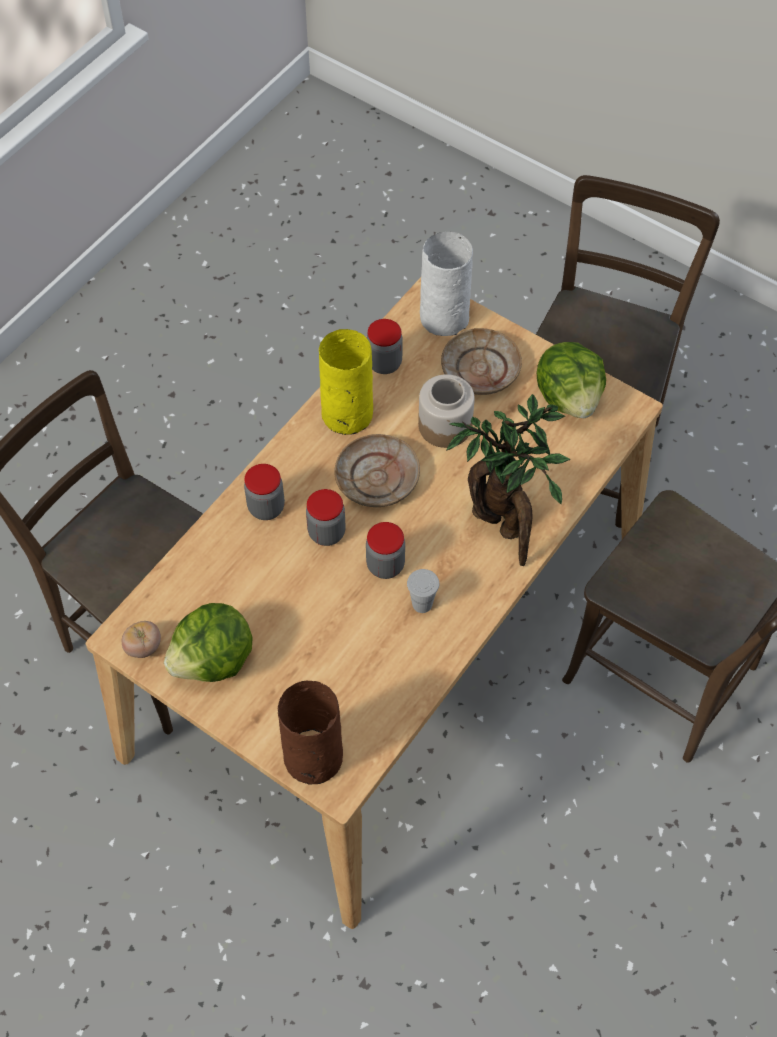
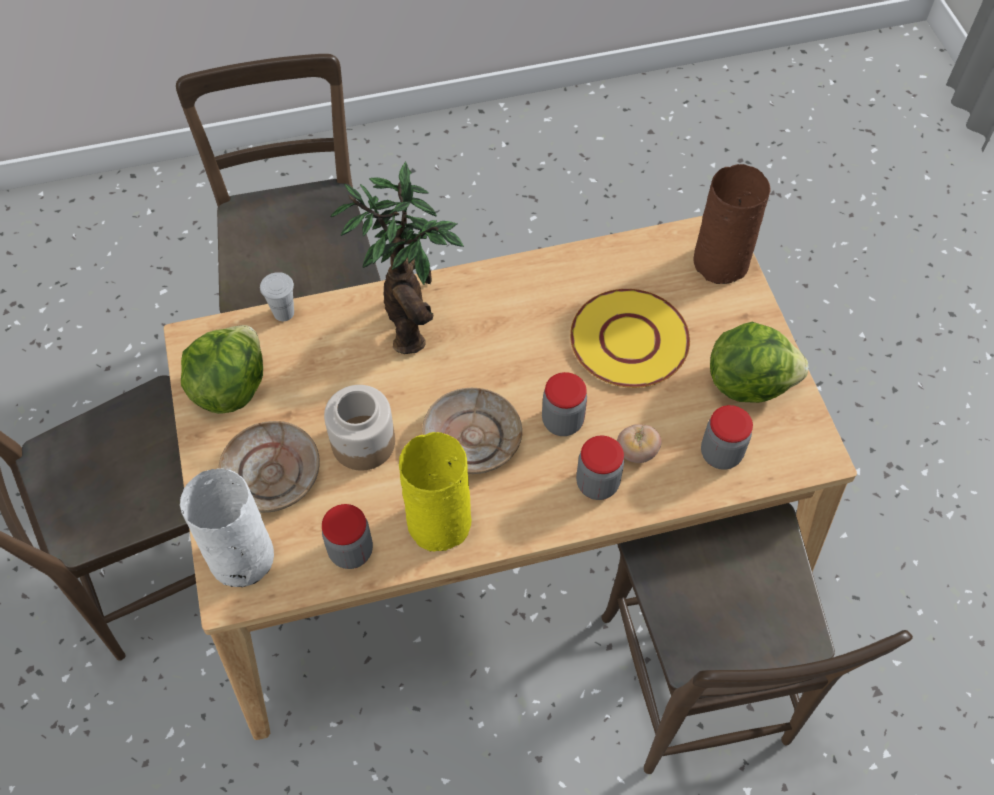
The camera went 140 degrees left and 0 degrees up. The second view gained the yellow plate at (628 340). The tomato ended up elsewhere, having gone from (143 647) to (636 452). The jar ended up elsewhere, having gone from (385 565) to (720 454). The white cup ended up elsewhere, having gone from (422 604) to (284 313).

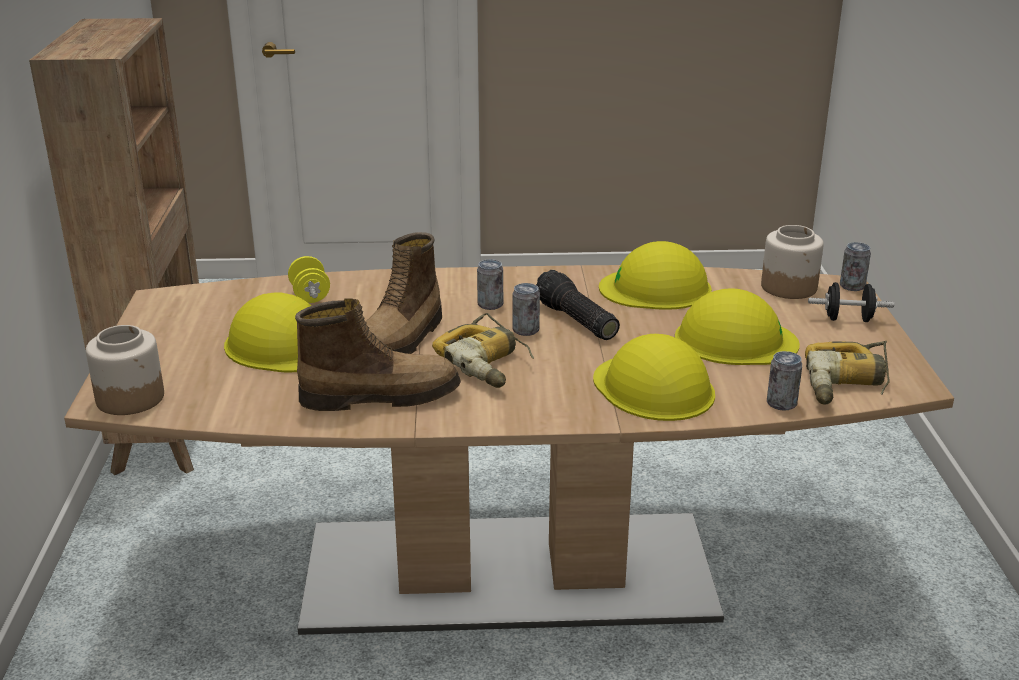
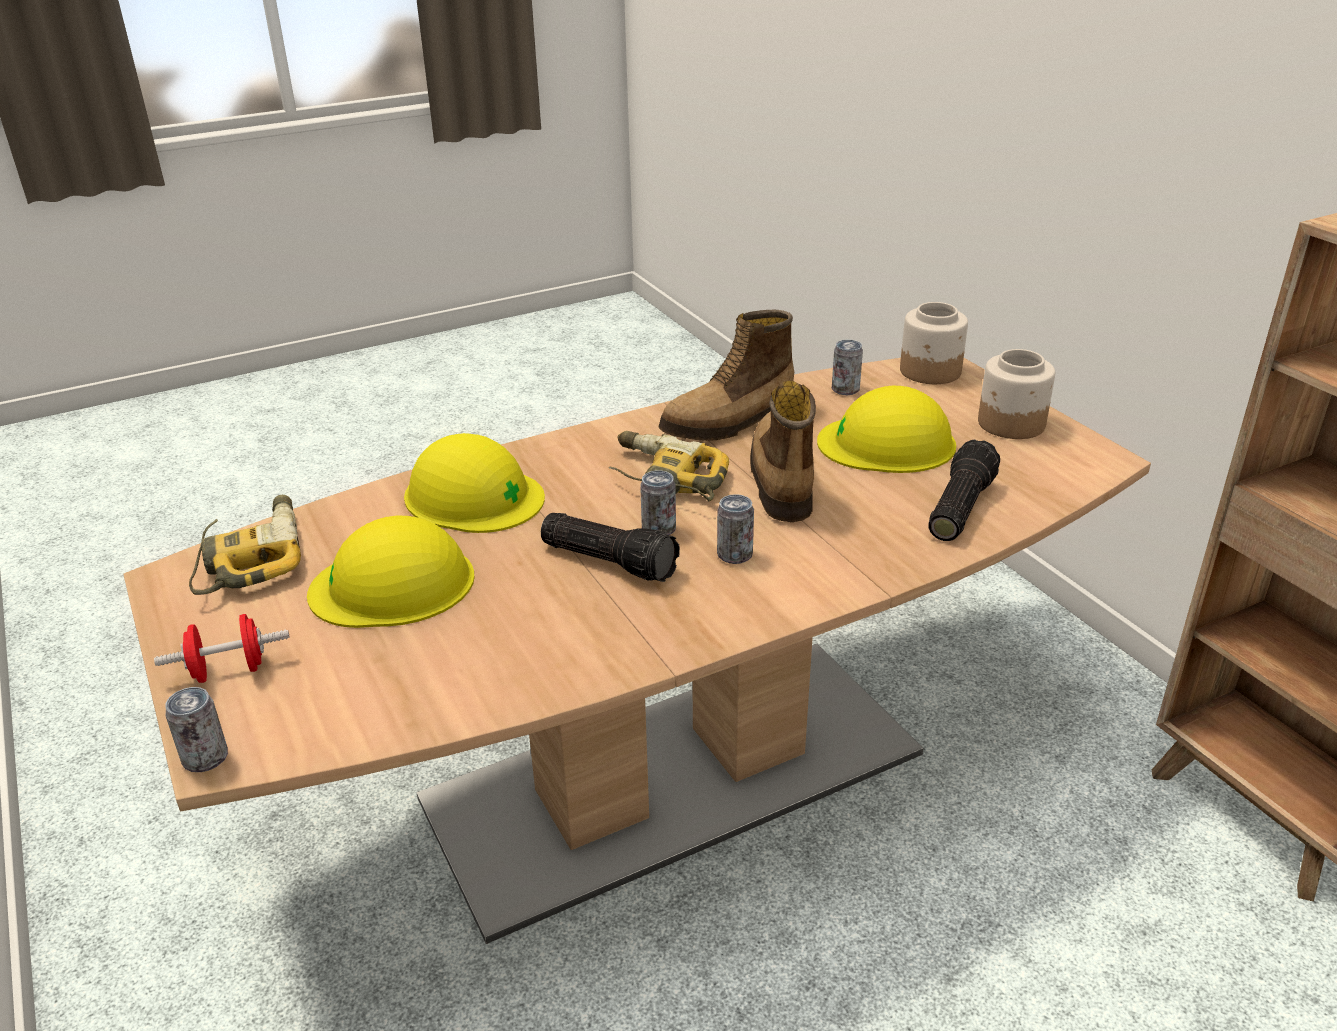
The camera went 155 degrees right and 5 degrees up. The second view lost the yellow hard hat at (656 289). The jar ended up elsewhere, having gone from (789 287) to (1011 424). The can ended up elsewhere, having gone from (781 403) to (845 389). Where the yellow dumbbell stood at (310 296), the flashlight came to stand at (957 507). What was the black dumbbell at (848 319) turned into the red dumbbell at (229 670).

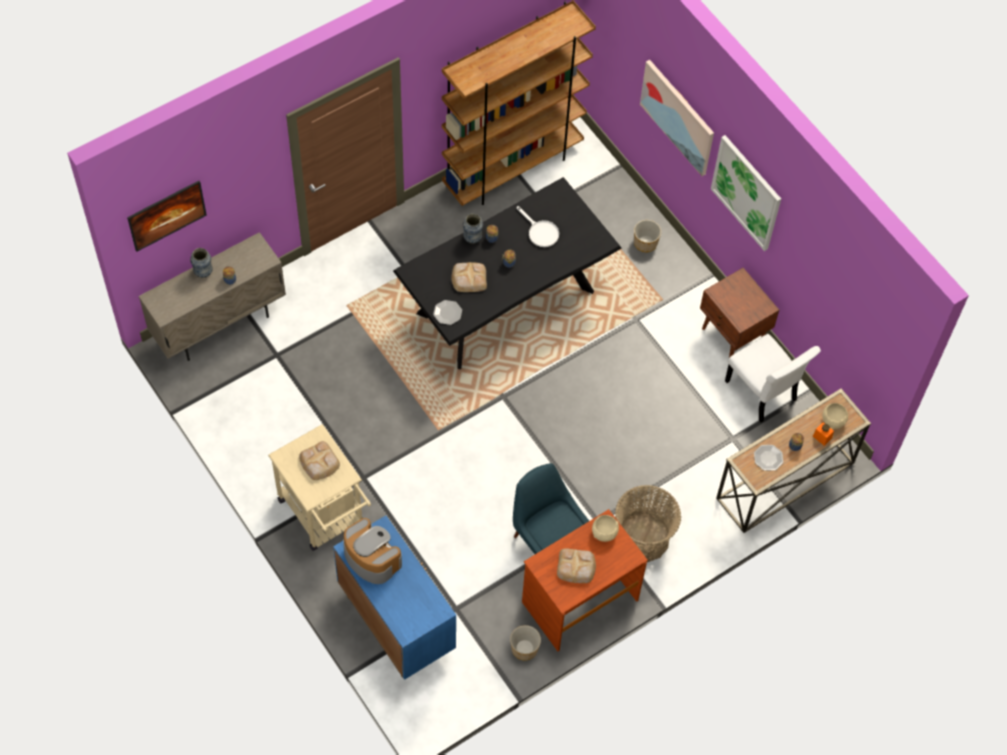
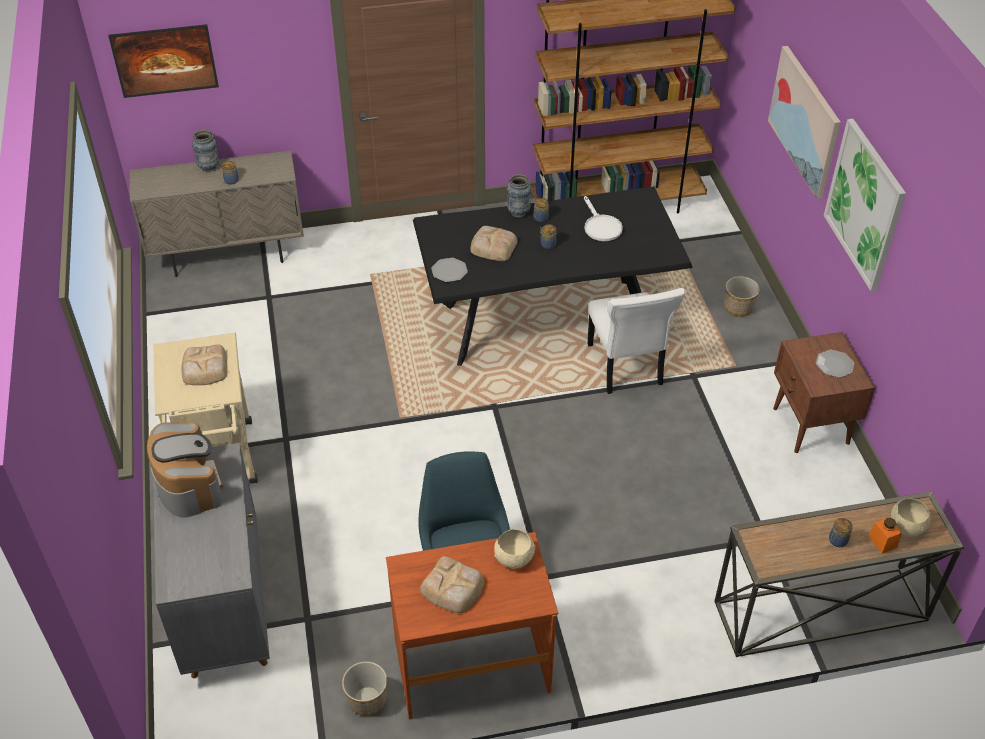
The camera went 25 degrees right and 15 degrees down. The second view lost the basket at (643 537). The white chair ended up elsewhere, having gone from (762 393) to (625 367). The plate ended up elsewhere, having gone from (768 458) to (834 364). What was the blue cabinet at (396 622) turned into the grey cabinet at (225 608).

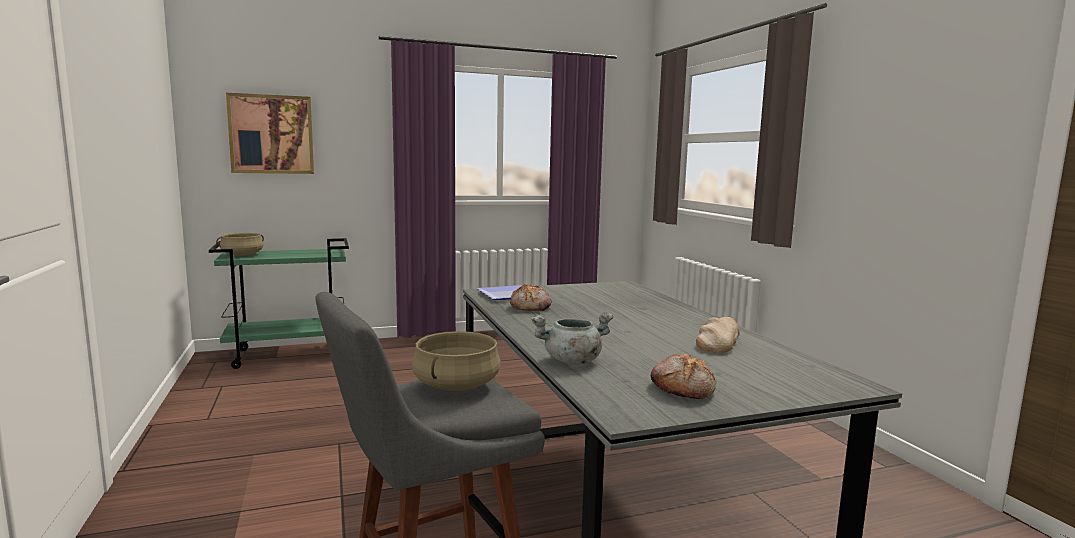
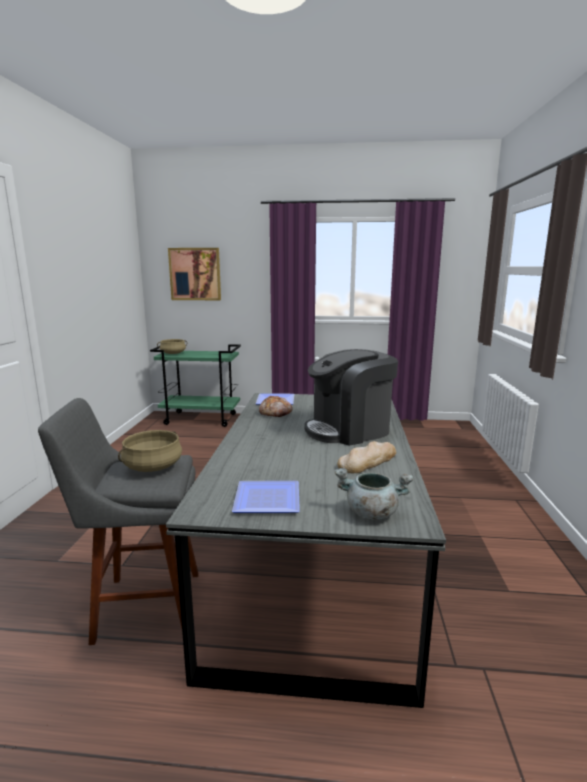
The camera went 25 degrees right and 5 degrees up. The second view gained the coffee machine at (349 430). The grey cooking pot ended up elsewhere, having gone from (572 361) to (371 513). Where the bread stood at (683 389), the plate came to stand at (269 498).

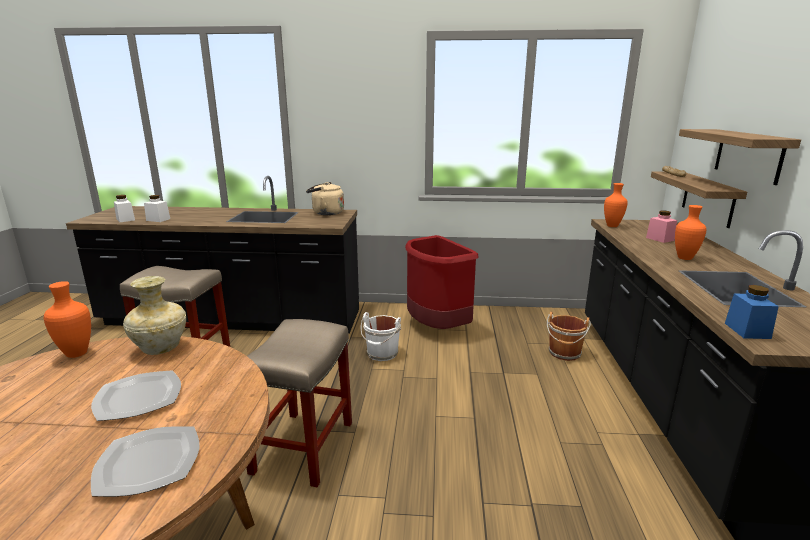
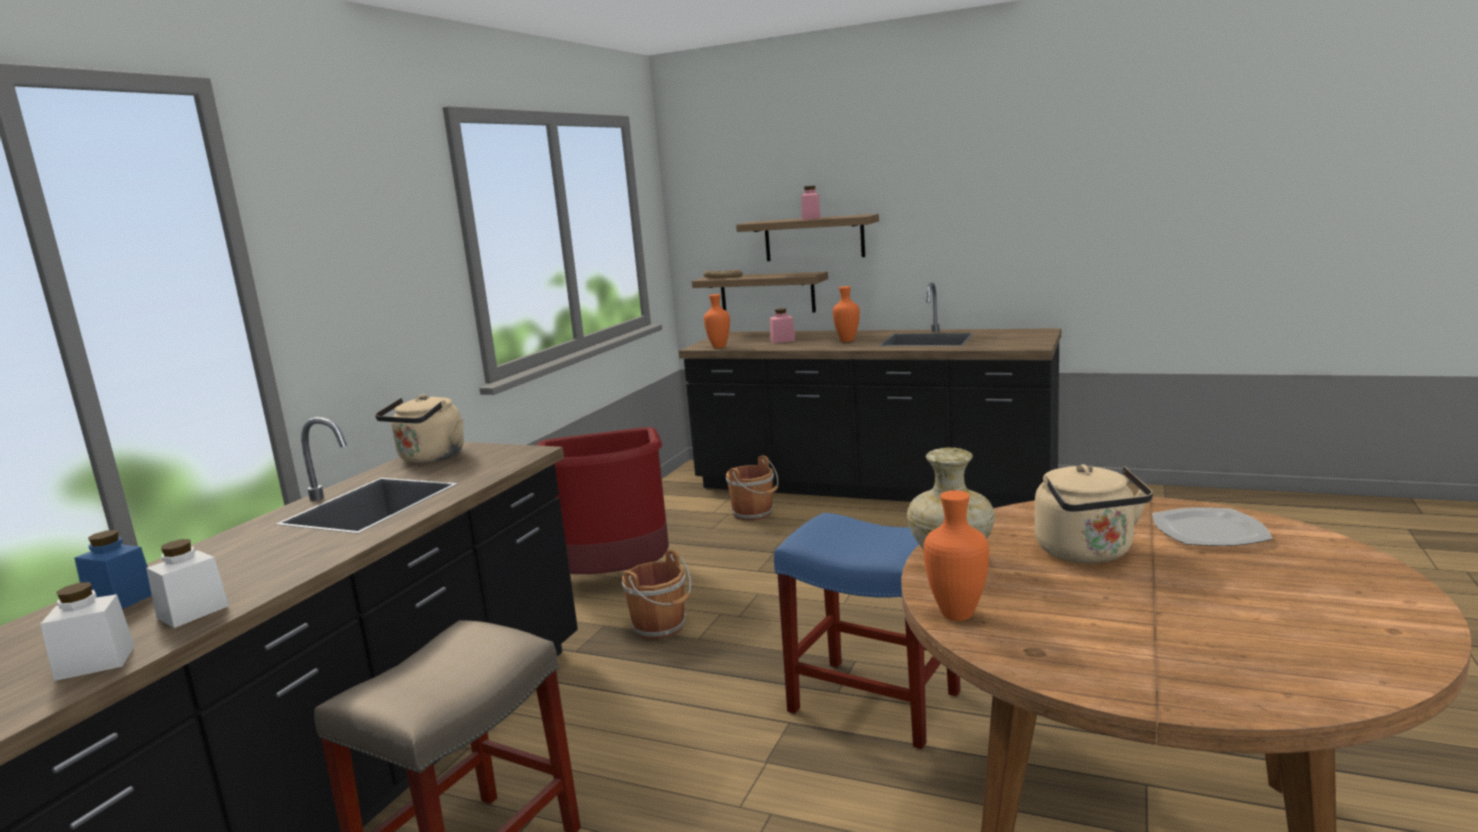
The camera went 70 degrees left and 5 degrees down. The second view gained the pink jar at (811 218). The blue jar ended up elsewhere, having gone from (747 331) to (121 599). Where the plate stood at (137 397), the beige kettle came to stand at (1088 553). What was the beige stool at (303 446) turned into the blue stool at (871 701). What was the white bucket at (382 354) turned into the brown bucket at (661 627).

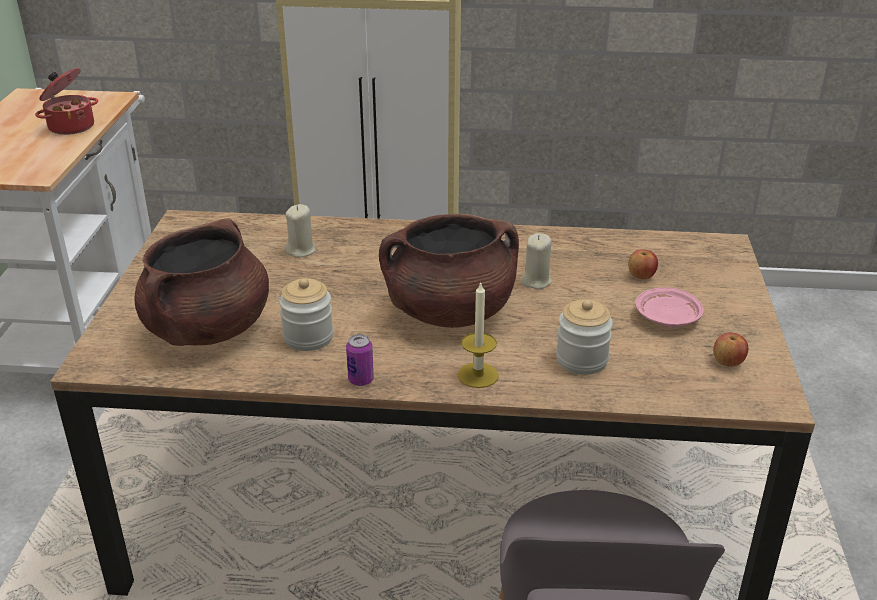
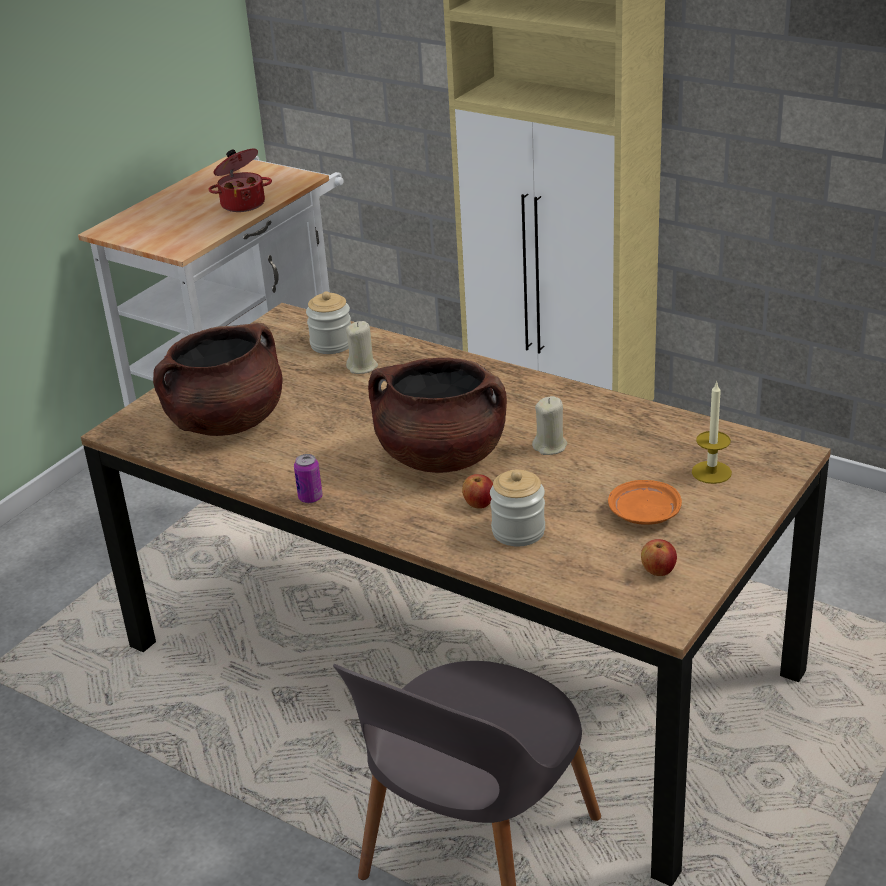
The camera went 30 degrees right and 0 degrees up. The jar ended up elsewhere, having gone from (308 337) to (331 344). The candle ended up elsewhere, having gone from (478 375) to (711 472). The apple ended up elsewhere, having gone from (641 276) to (479 504). What was the pink plate at (667 318) turned into the orange plate at (644 513).

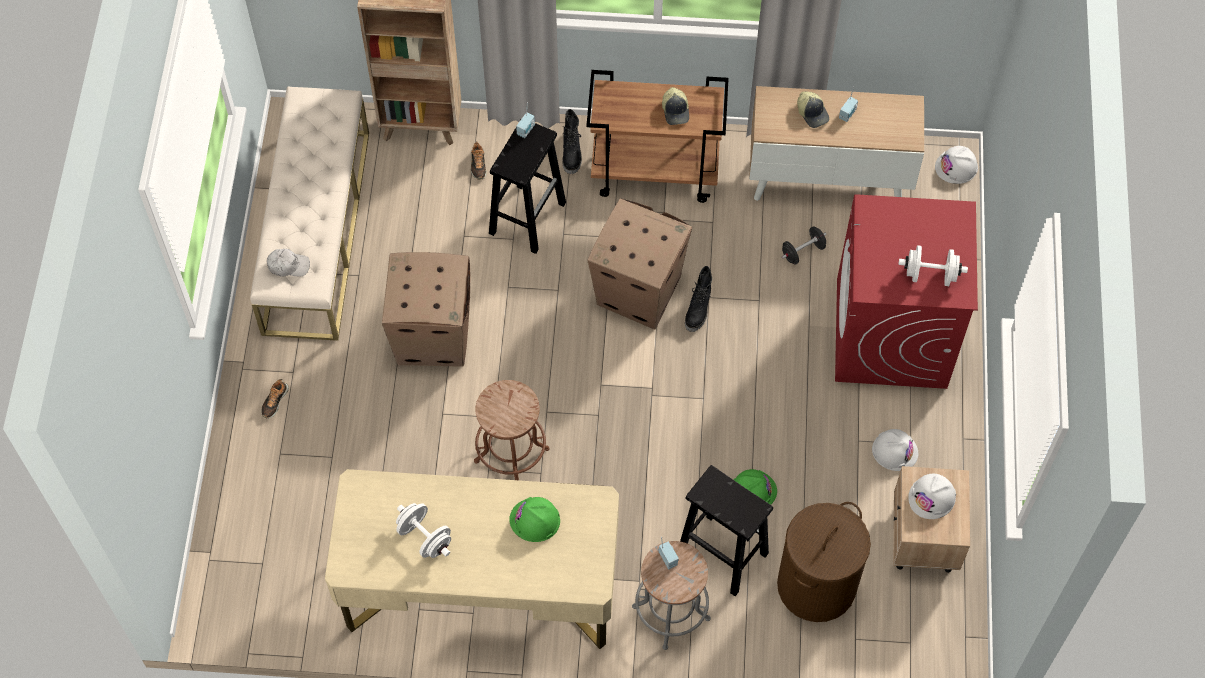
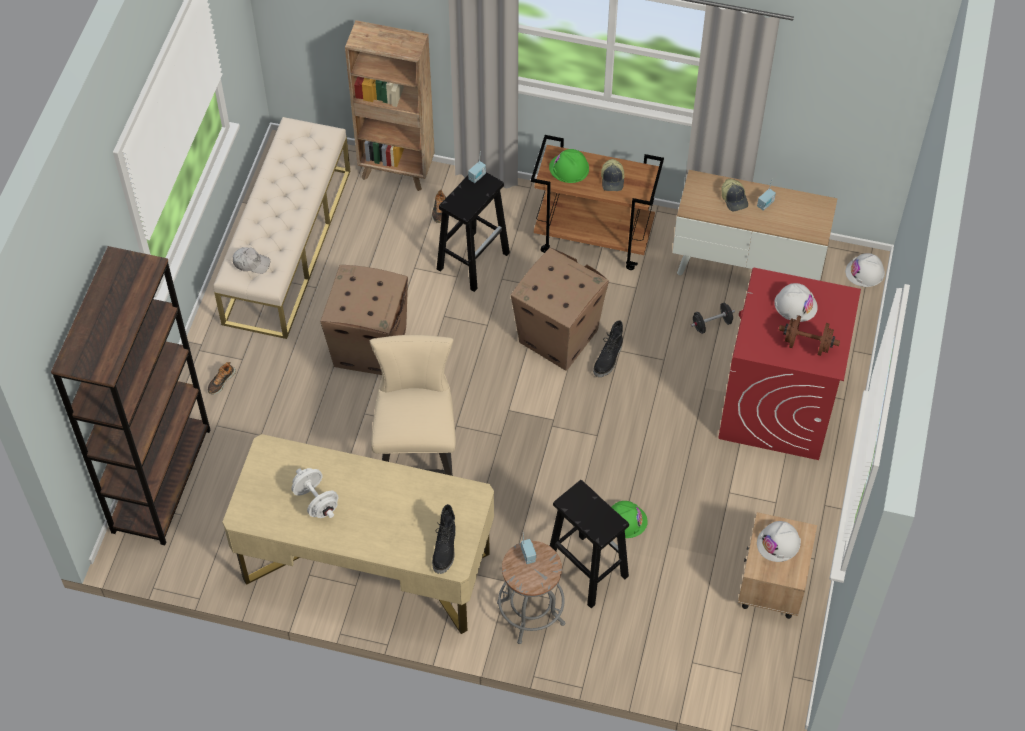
The camera went 10 degrees right and 5 degrees down. The second view lost the brown laundry basket at (816 585). The second view gained the brown bookcase at (161 480). The green hard hat ended up elsewhere, having gone from (534 520) to (569 168). The black boot ended up elsewhere, having gone from (572 153) to (445 549). The white hard hat ended up elsewhere, having gone from (894 451) to (795 305). Where the brown stool stood at (511 455), the beige chair came to stand at (417 457). What was the white dumbbell at (930 275) turned into the brown dumbbell at (807 344).

